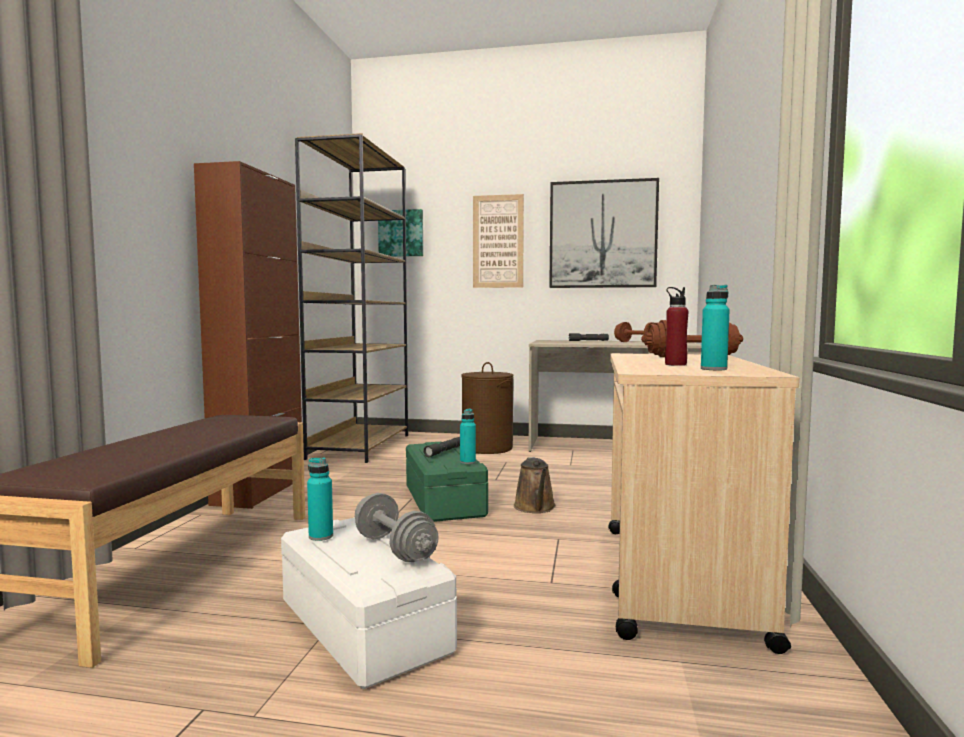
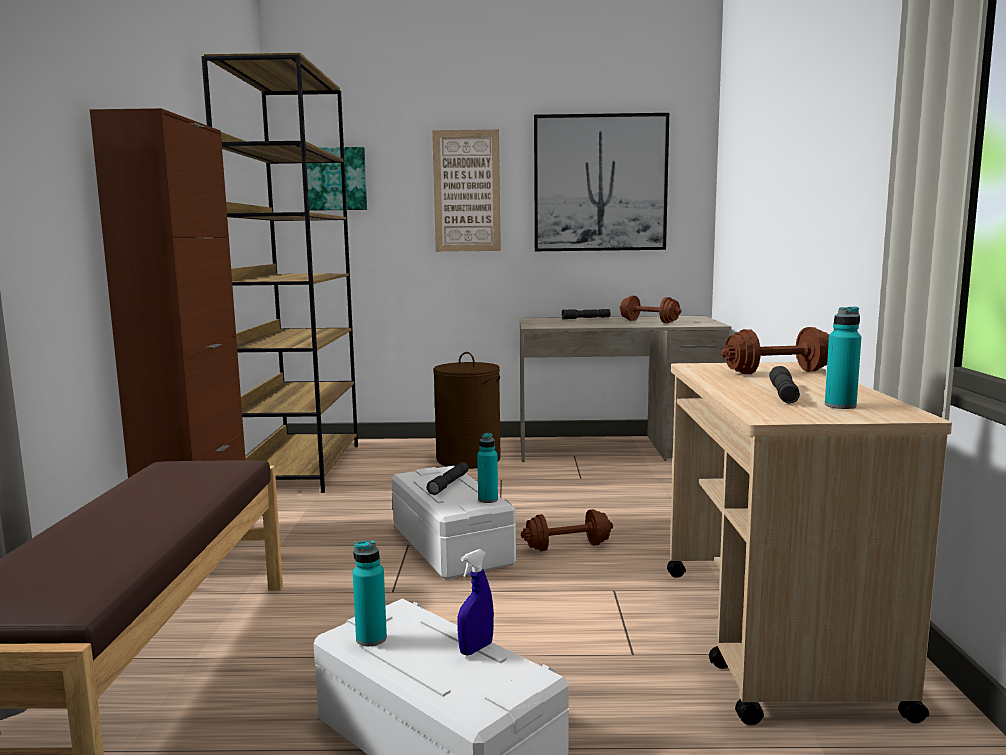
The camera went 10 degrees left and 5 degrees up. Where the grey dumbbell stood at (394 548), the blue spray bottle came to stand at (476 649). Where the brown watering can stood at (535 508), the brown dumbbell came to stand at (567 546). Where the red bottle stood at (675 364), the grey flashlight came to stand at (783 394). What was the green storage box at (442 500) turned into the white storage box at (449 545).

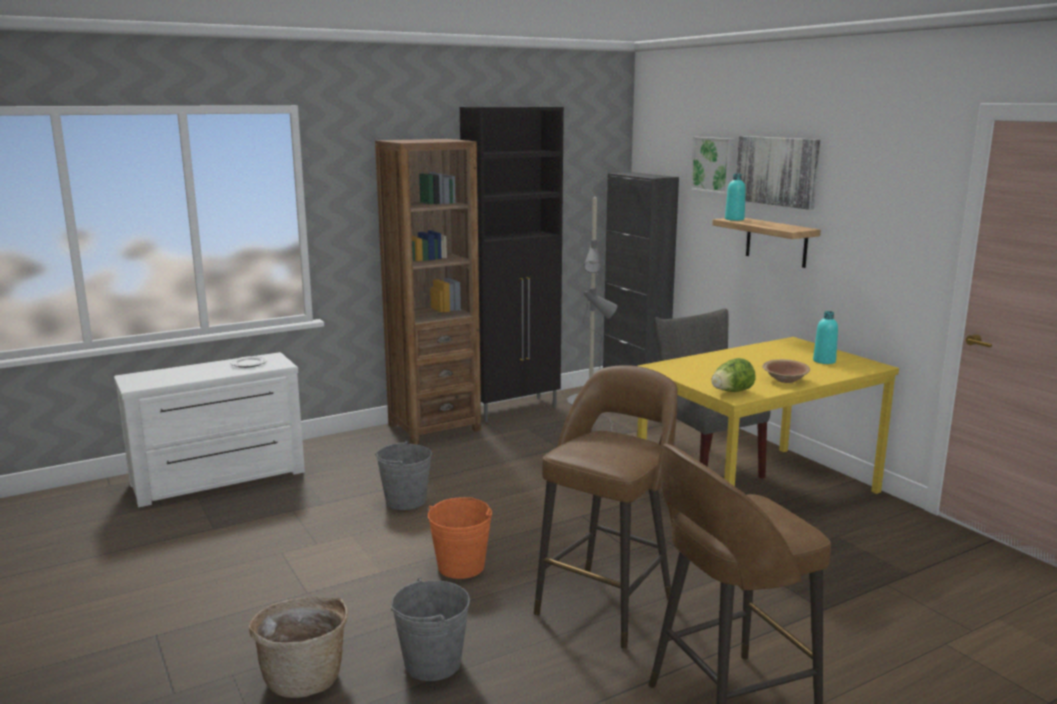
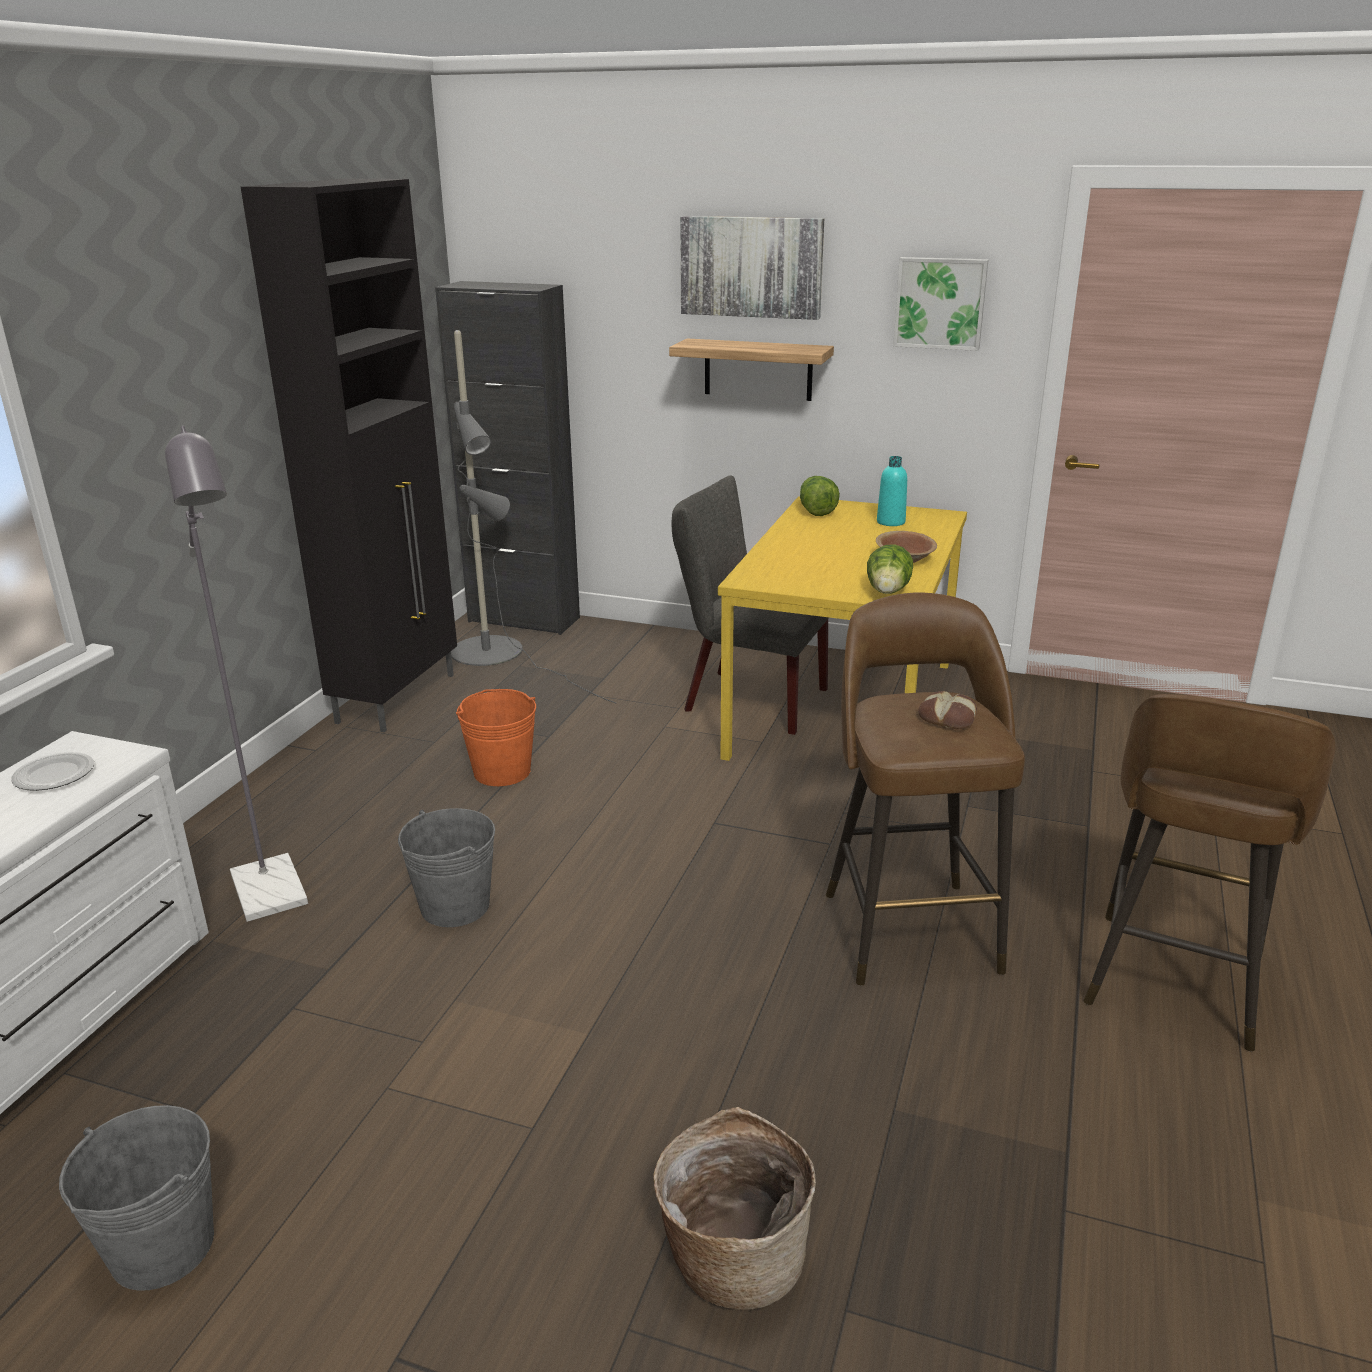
The camera went 40 degrees left and 10 degrees up. The second view lost the brown bookcase at (434 427). The second view lost the turquoise bottle at (734 219). The second view gained the grey floor lamp at (273 898). The second view gained the lettuce at (816 511). The second view gained the bread at (948 717). The grey bucket ended up elsewhere, having gone from (432 663) to (162 1247). The orange bucket ended up elsewhere, having gone from (461 566) to (502 771). The picture ended up elsewhere, having gone from (714 164) to (940 303).

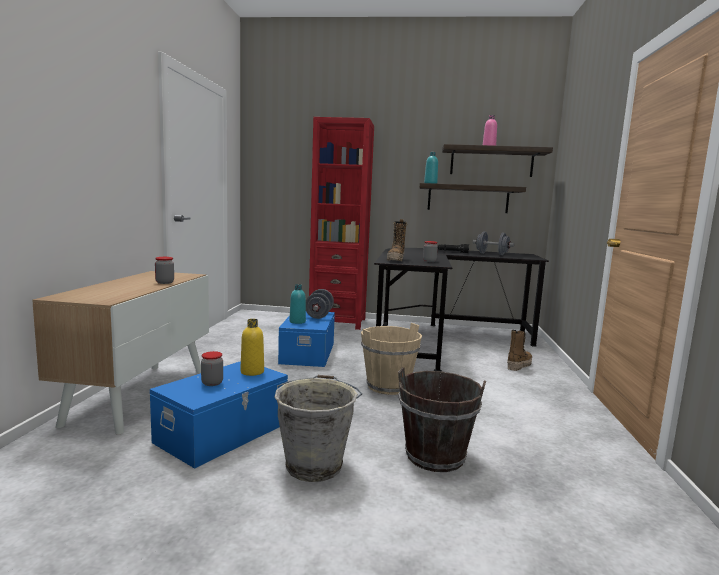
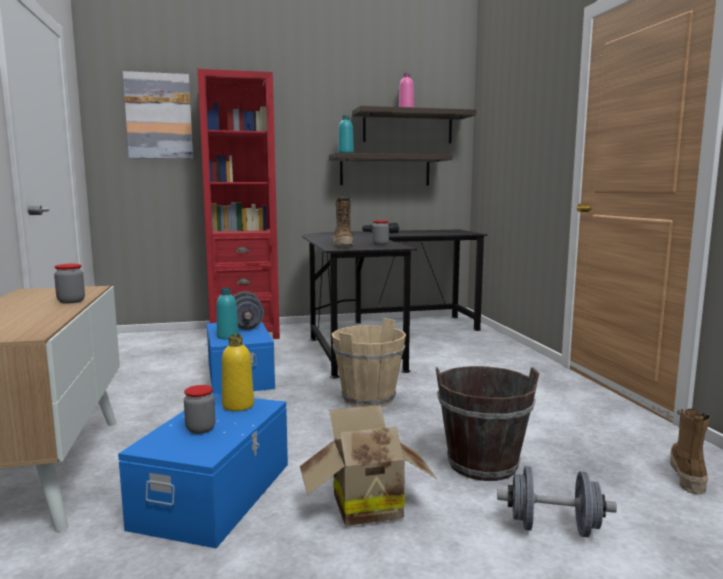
The camera went 20 degrees left and 0 degrees up. The second view gained the picture at (159 116). The grey dumbbell ended up elsewhere, having gone from (492 254) to (553 528). The boot ended up elsewhere, having gone from (518 365) to (687 475). Where the grey bucket stood at (315 464), the cardboard box came to stand at (363 505).

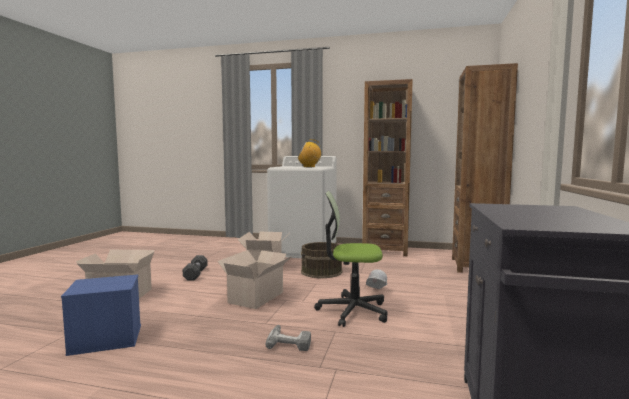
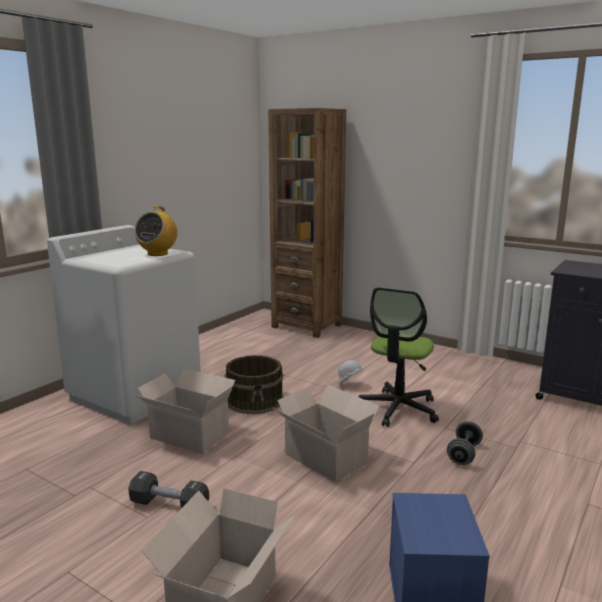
The camera went 70 degrees left and 10 degrees up. The second view lost the brown bookcase at (385 250). Where the power drill stood at (290 341), the grey dumbbell came to stand at (464 454).

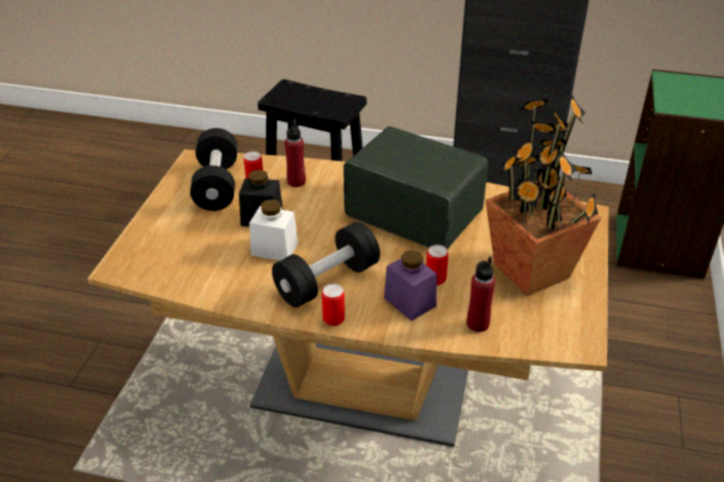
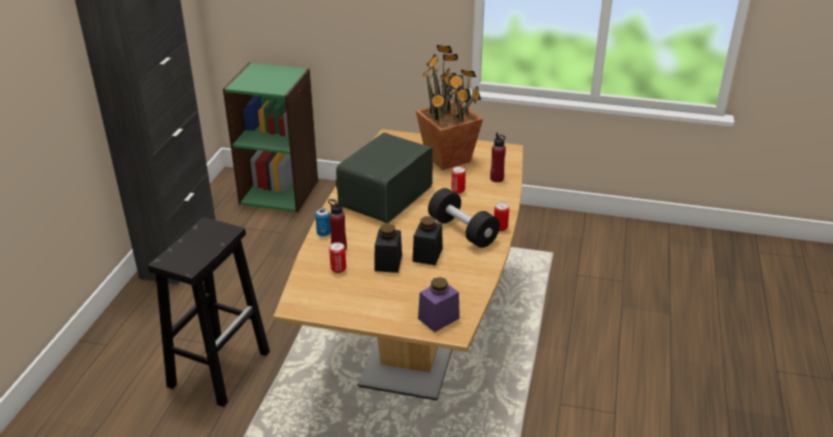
The camera went 90 degrees left and 5 degrees down. The second view lost the black dumbbell at (217 185). The second view gained the can at (323 233). The purple jar ended up elsewhere, having gone from (410 302) to (438 318). What was the white jar at (274 249) turned into the black jar at (427 254).

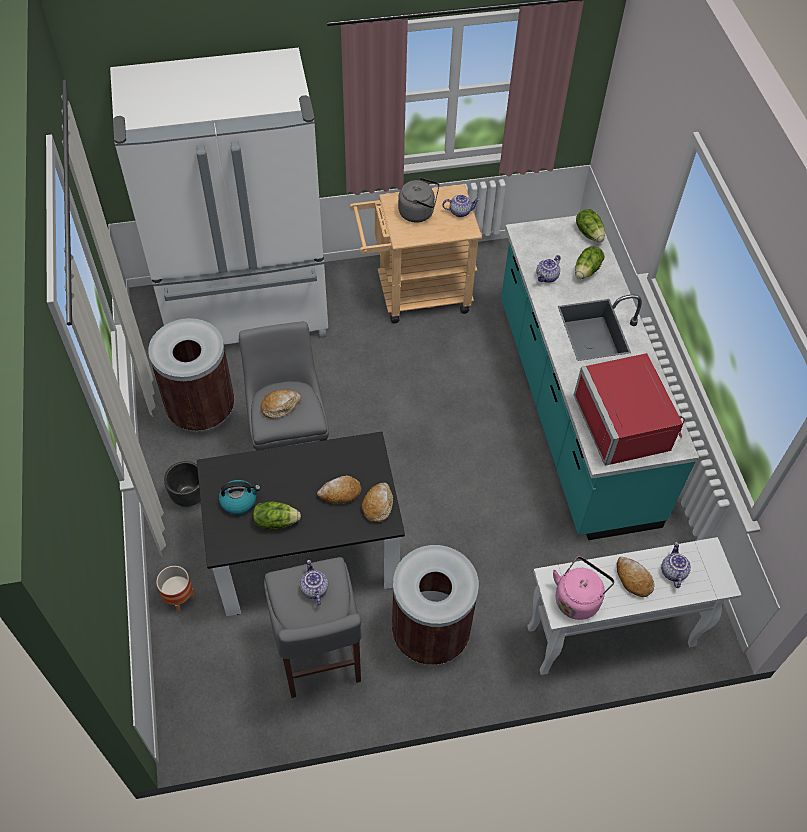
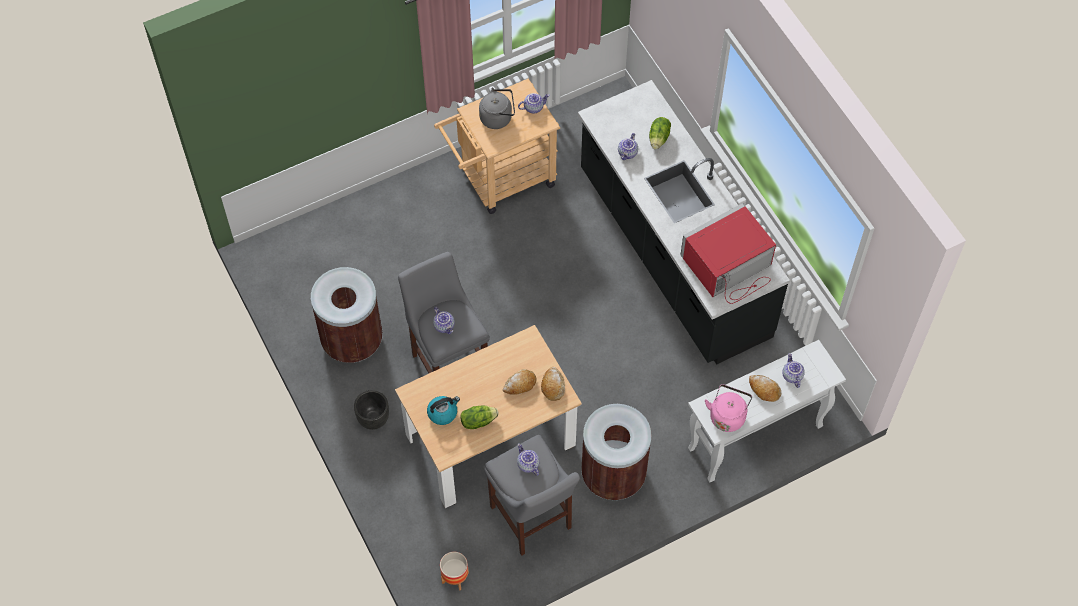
The camera went 15 degrees left and 5 degrees up. The second view lost the white fridge at (247 312). The second view lost the lettuce at (589 233). The planter ended up elsewhere, having gone from (179 598) to (455 578). Where the bread stood at (280 406), the teapot came to stand at (444 326). What was the black dining table at (306 554) turned into the beige dining table at (490 440). What was the turquoise counter at (573 410) turned into the black counter at (672 254). The red microwave at (628 423) ended up facing another way, 90 degrees clockwise from before.

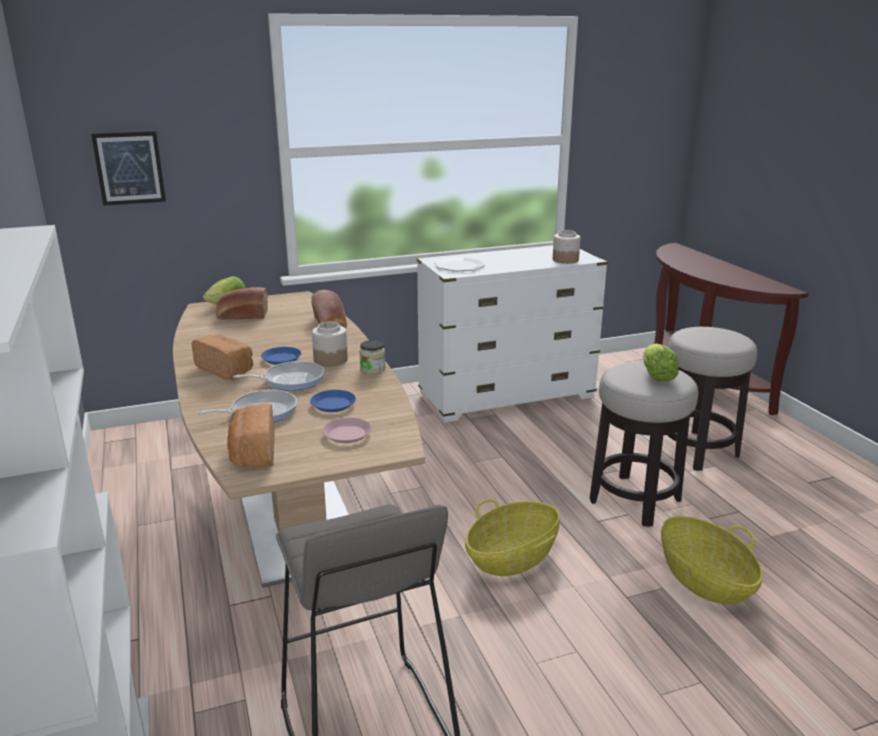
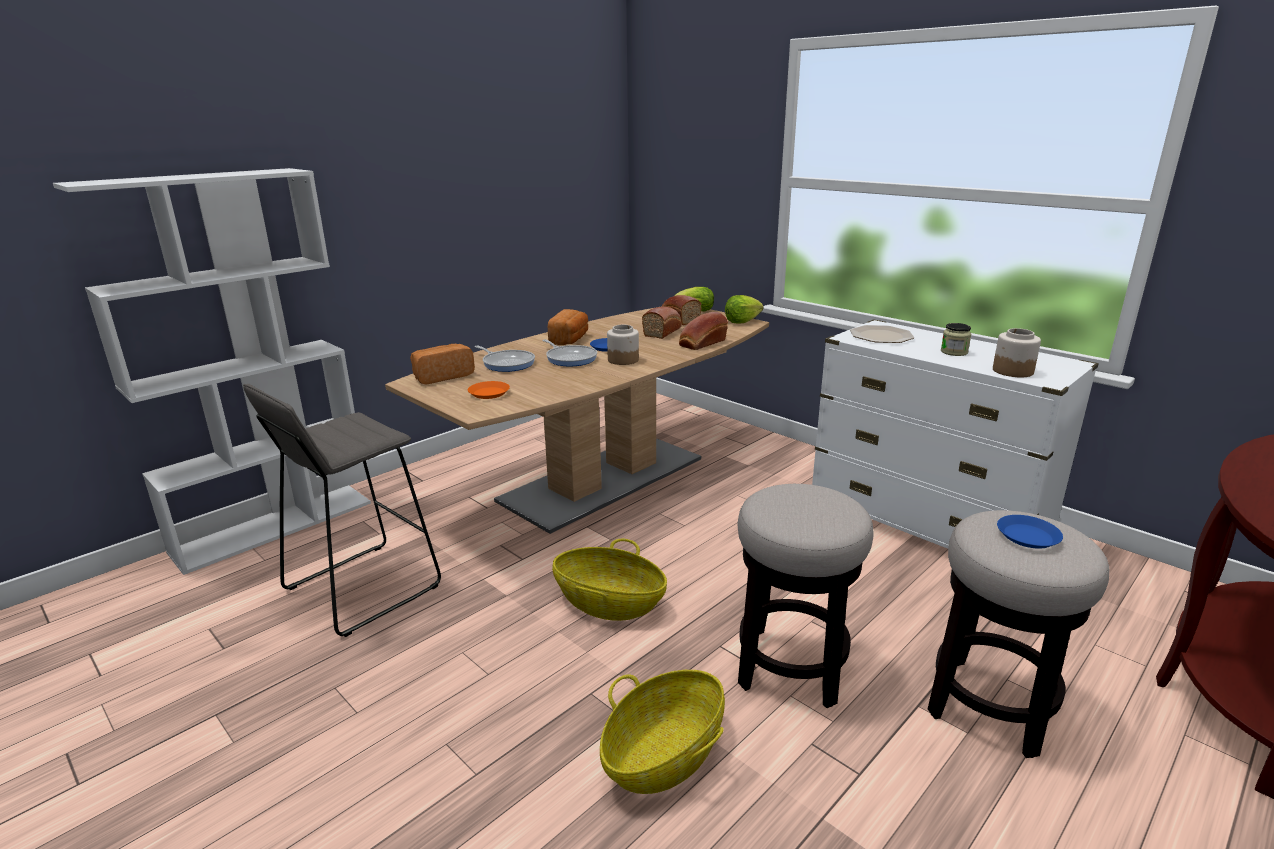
The camera went 65 degrees right and 0 degrees up. The second view lost the picture at (129 168). The second view gained the bread at (663 331). The blue plate ended up elsewhere, having gone from (333 404) to (1028 536). The jar ended up elsewhere, having gone from (372 369) to (954 352). The lettuce ended up elsewhere, having gone from (656 376) to (742 321). What was the pink plate at (347 434) turned into the orange plate at (489 393).

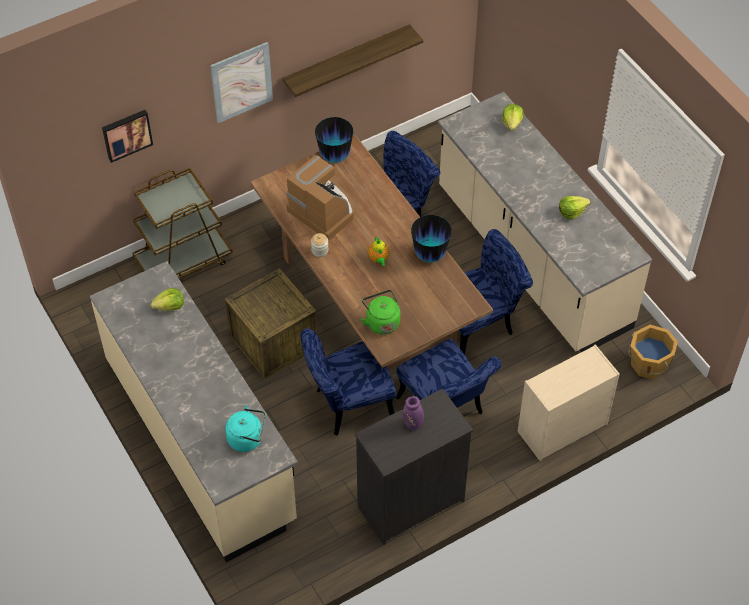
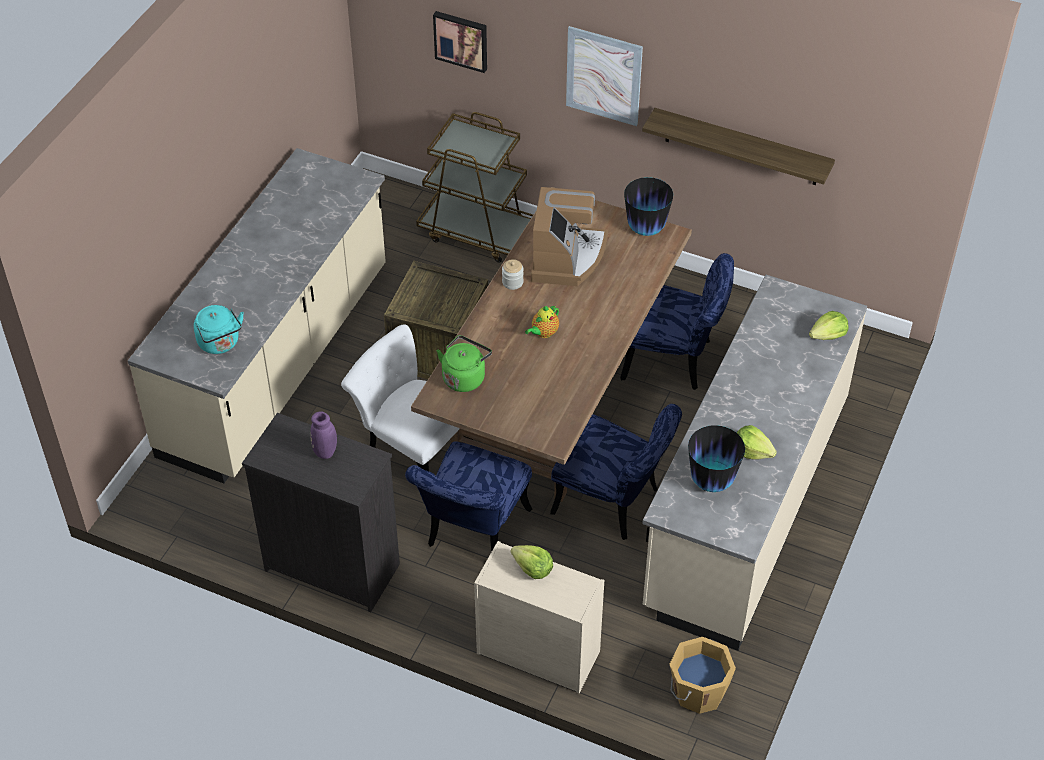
The camera went 55 degrees right and 5 degrees down. The lettuce ended up elsewhere, having gone from (170 306) to (532 569). The vase ended up elsewhere, having gone from (430 255) to (711 482). What was the blue chair at (347 405) turned into the white chair at (411 450).

